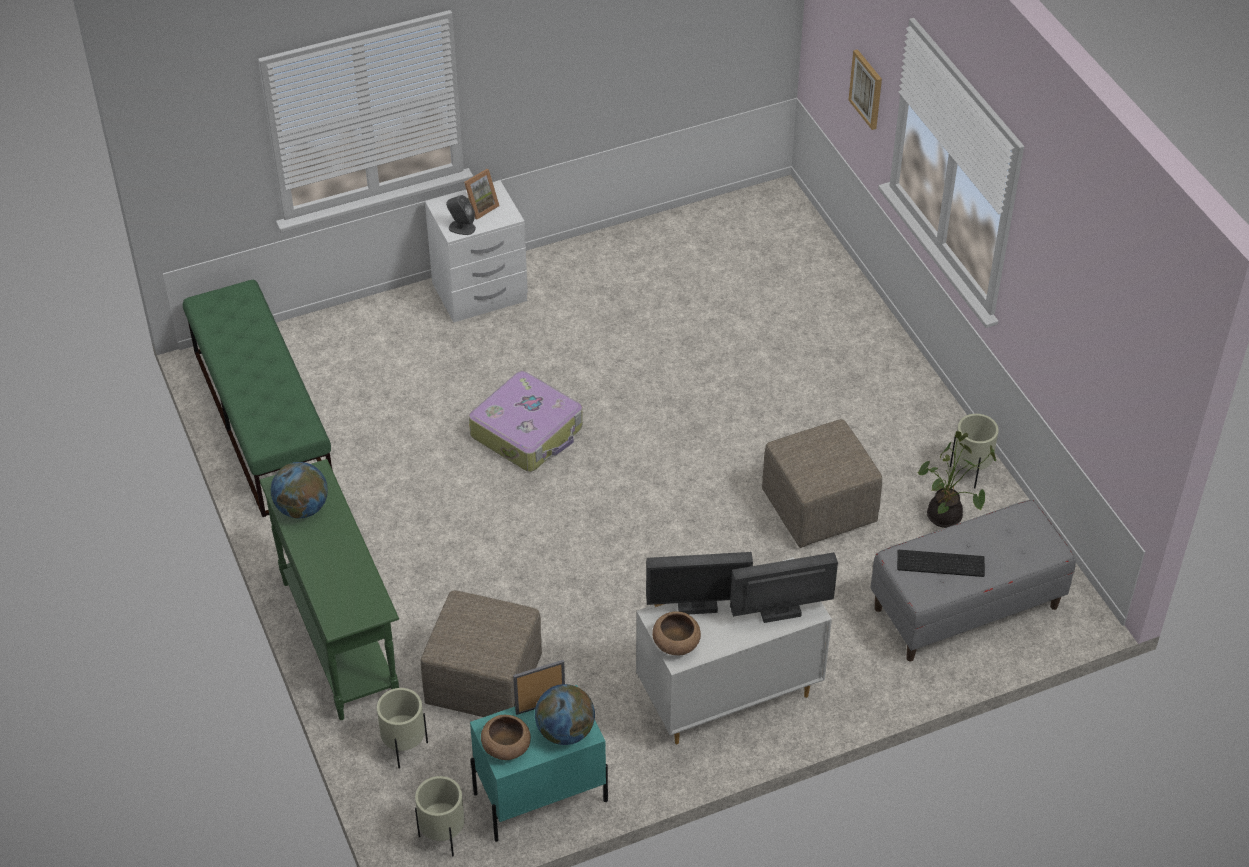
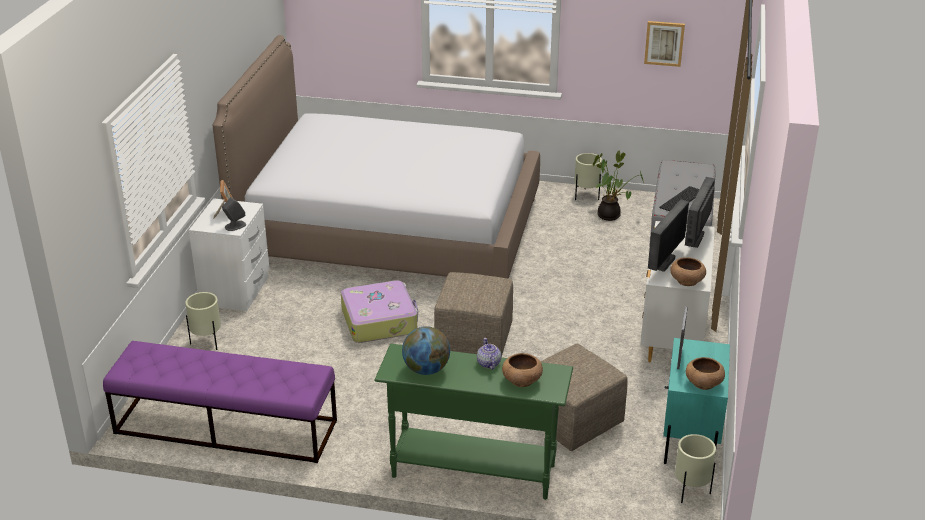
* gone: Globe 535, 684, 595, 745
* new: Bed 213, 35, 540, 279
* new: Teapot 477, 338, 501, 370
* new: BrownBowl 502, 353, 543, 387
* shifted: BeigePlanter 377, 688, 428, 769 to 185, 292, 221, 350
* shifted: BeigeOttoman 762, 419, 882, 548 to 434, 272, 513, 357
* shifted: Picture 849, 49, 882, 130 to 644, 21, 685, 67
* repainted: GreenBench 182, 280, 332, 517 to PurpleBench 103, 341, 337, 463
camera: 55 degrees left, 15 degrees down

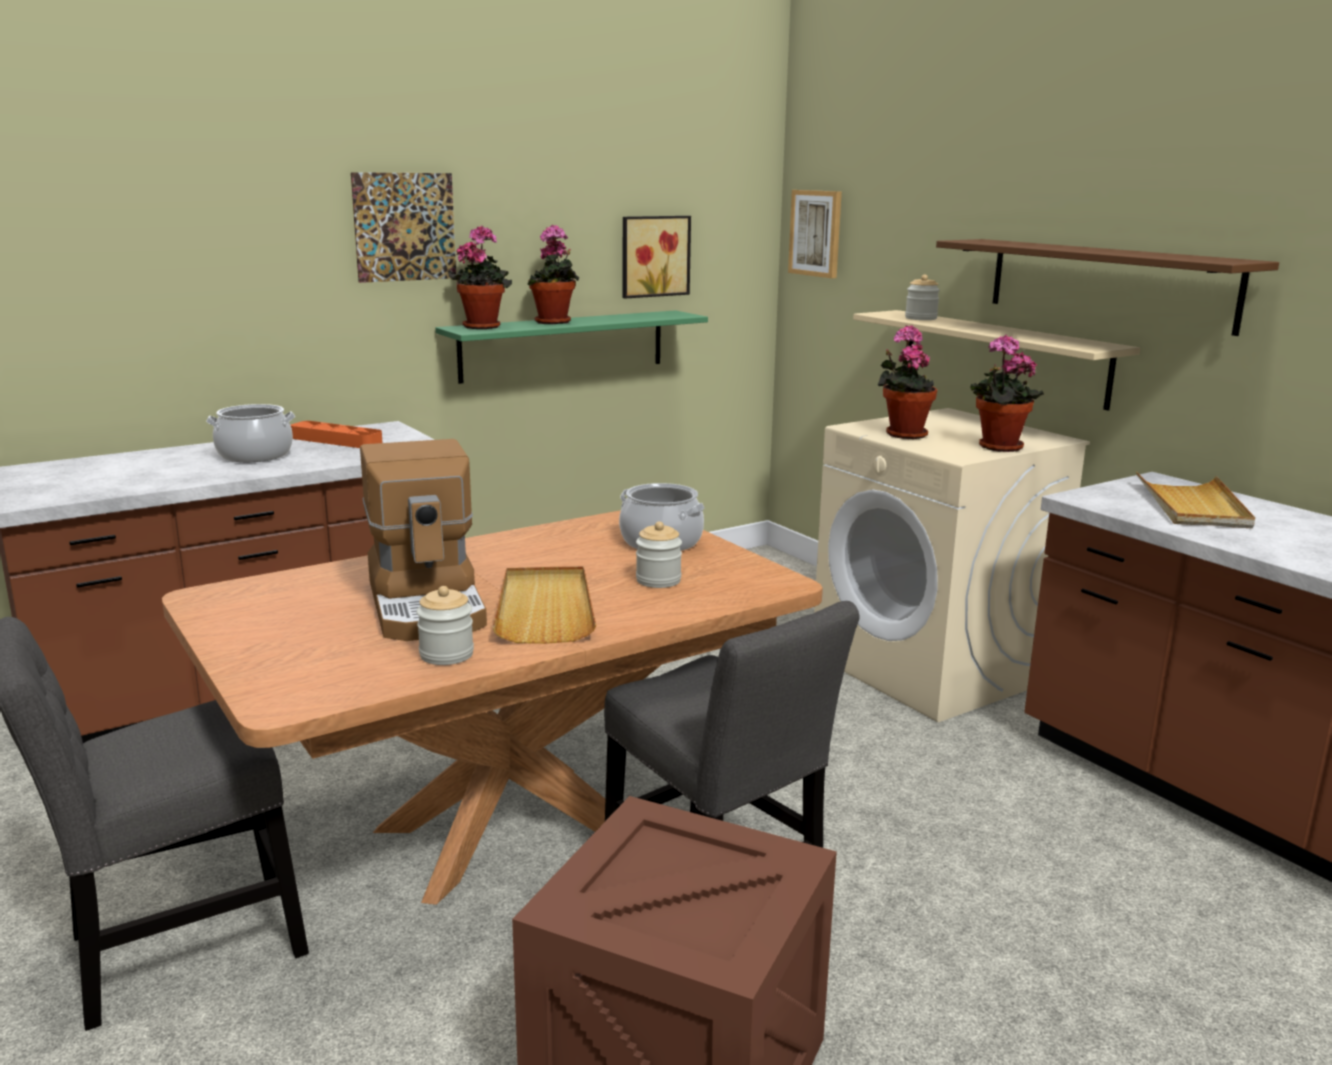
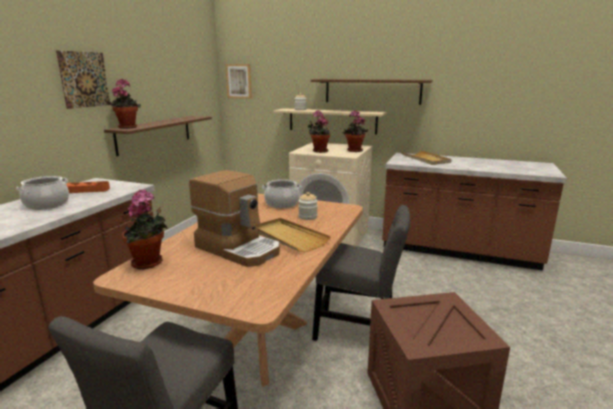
* gone: Jar 416, 586, 474, 665
* gone: Picture 623, 216, 691, 298
* shifted: PottedPlant 527, 225, 579, 324 to 122, 189, 168, 269
* repainted: GreenShelf 435, 310, 708, 384 to BrownShelf 104, 116, 212, 156
camera: 35 degrees left, 0 degrees up

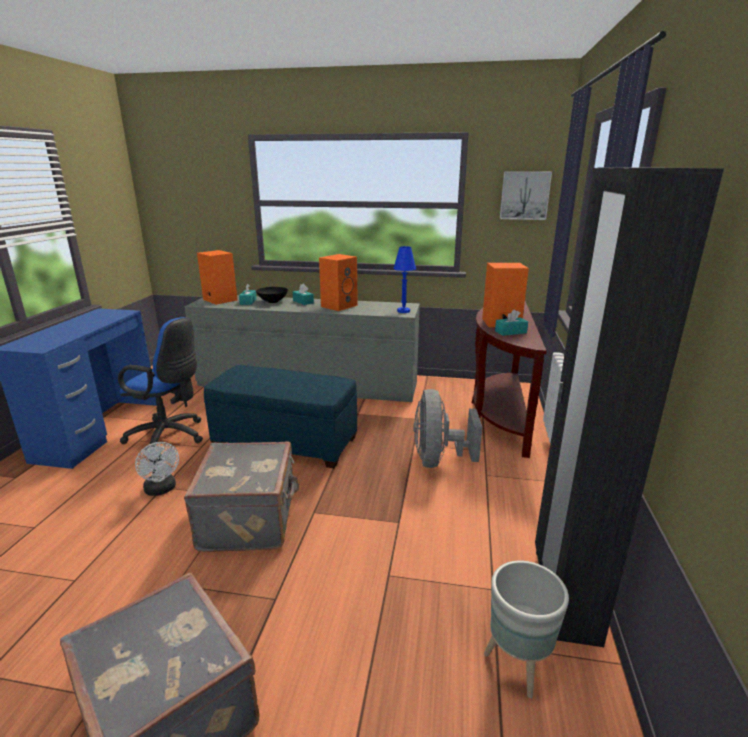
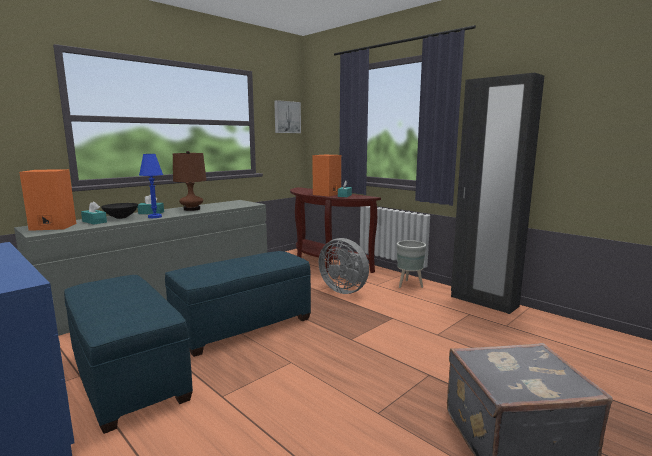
* gone: WhiteFan 135, 442, 179, 496
* gone: GreySuitcase 184, 442, 299, 552
* shifted: BlueTableLamp 393, 246, 416, 313 to 139, 154, 163, 218
* shifted: GreyPlanter 484, 561, 569, 698 to 397, 240, 426, 288
* swapped: BlueOfficeChair 118, 317, 203, 444 to BlueOttoman 64, 275, 193, 434
* swapped: OrangeSpeaker 319, 254, 358, 311 to BrownTableLamp 173, 151, 206, 211
camera: 55 degrees left, 10 degrees down

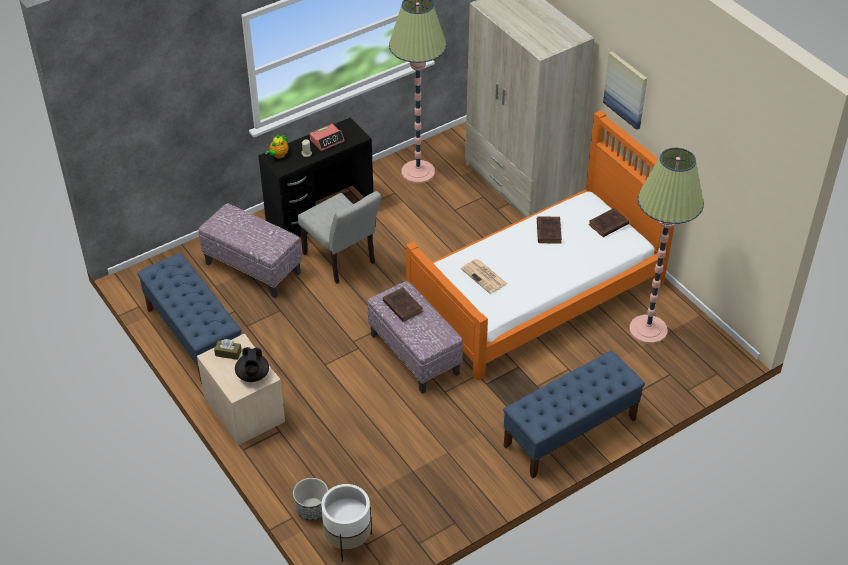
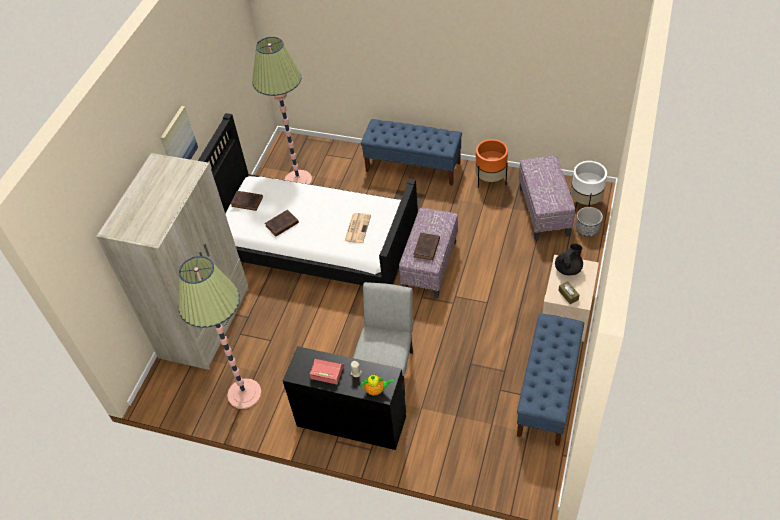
* new: OrangePlanter 475, 139, 508, 188
* shifted: Ottoman 198, 203, 302, 298 to 519, 156, 575, 241
* repainted: OrangeBed 406, 110, 674, 381 to BlackBed 198, 113, 418, 285
camera: 125 degrees left, 5 degrees up

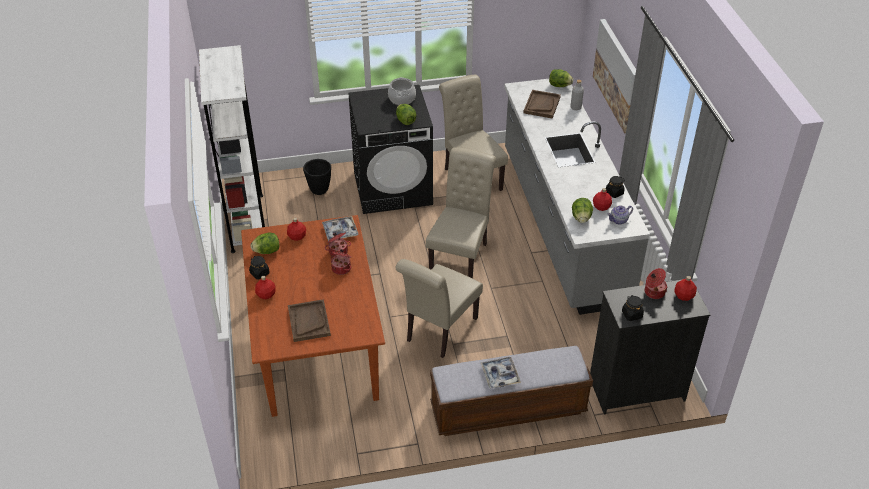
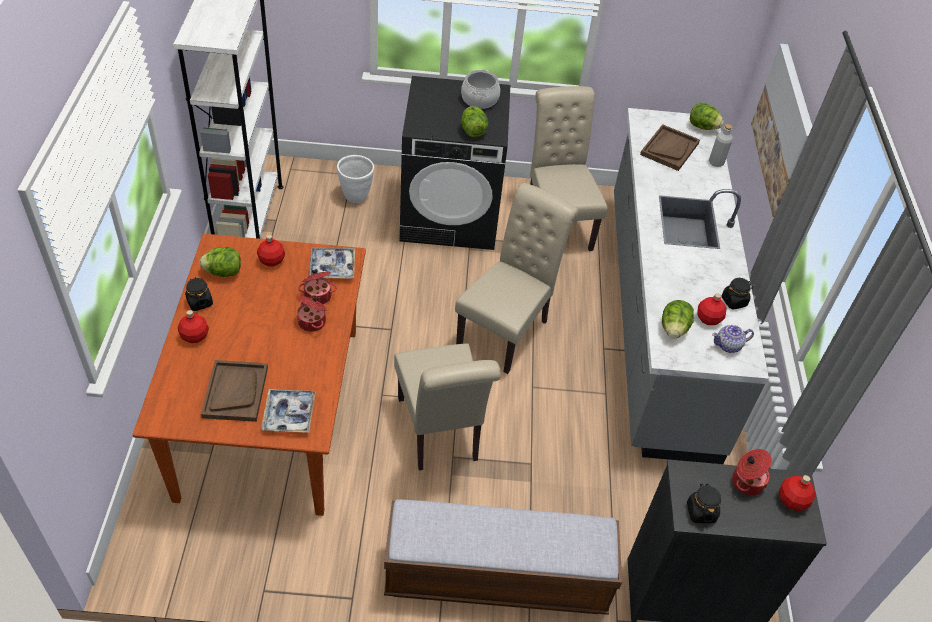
* shifted: Tray 481, 357, 521, 389 to 261, 389, 316, 433
* repainted: BlackPlanter 303, 159, 331, 195 to WhitePlanter 337, 155, 374, 203
* rotated: BeigeChair 396, 259, 483, 358 = 394, 343, 501, 470 60 degrees counterclockwise
camera: 10 degrees right, 5 degrees up

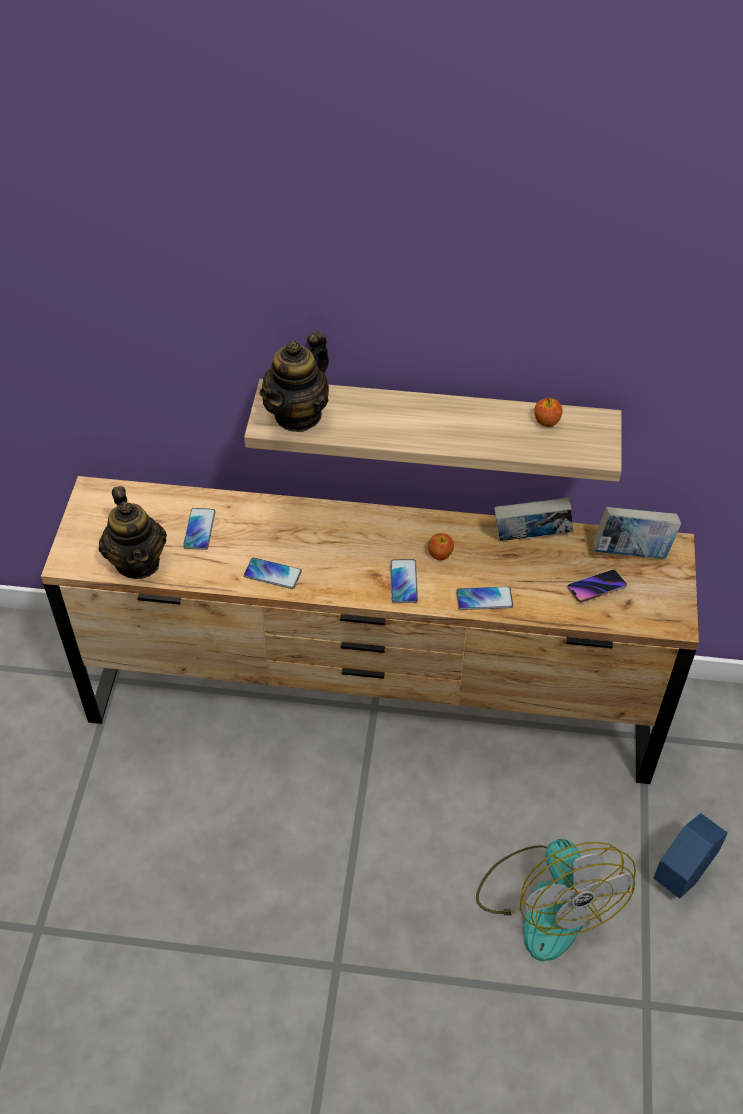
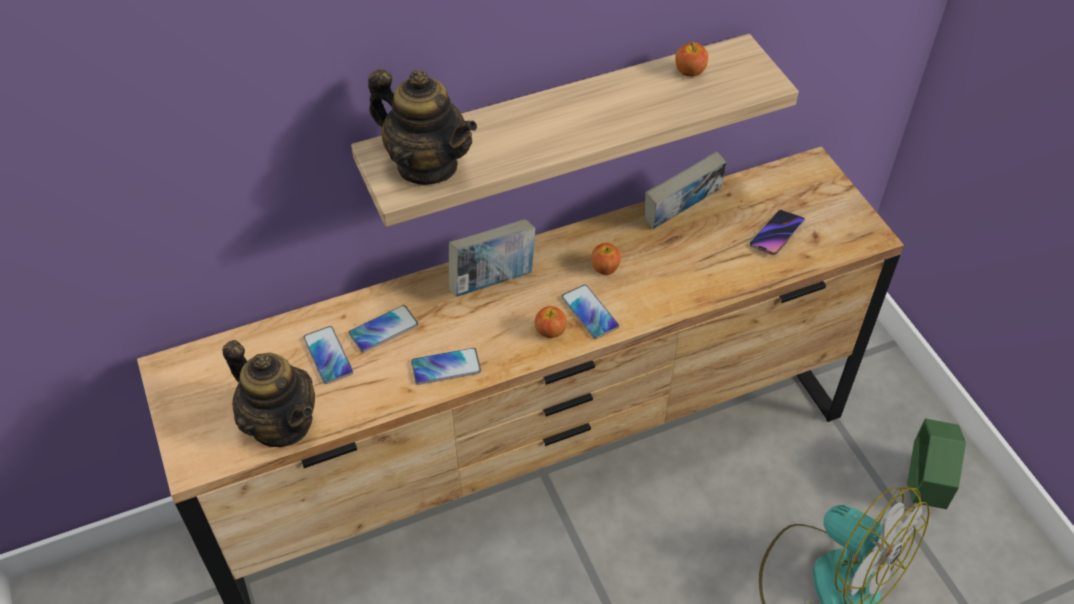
* new: Apple 534, 306, 567, 338
* shifted: Phone 456, 586, 513, 610 to 349, 305, 418, 353
* shifted: Book 593, 507, 681, 559 to 449, 219, 536, 297
* repainted: BluePlanter 653, 813, 728, 898 to GreenPlanter 907, 419, 966, 509
* rotated: Teapot 259, 331, 329, 432 = 368, 69, 477, 185 60 degrees counterclockwise
camera: 30 degrees left, 0 degrees up

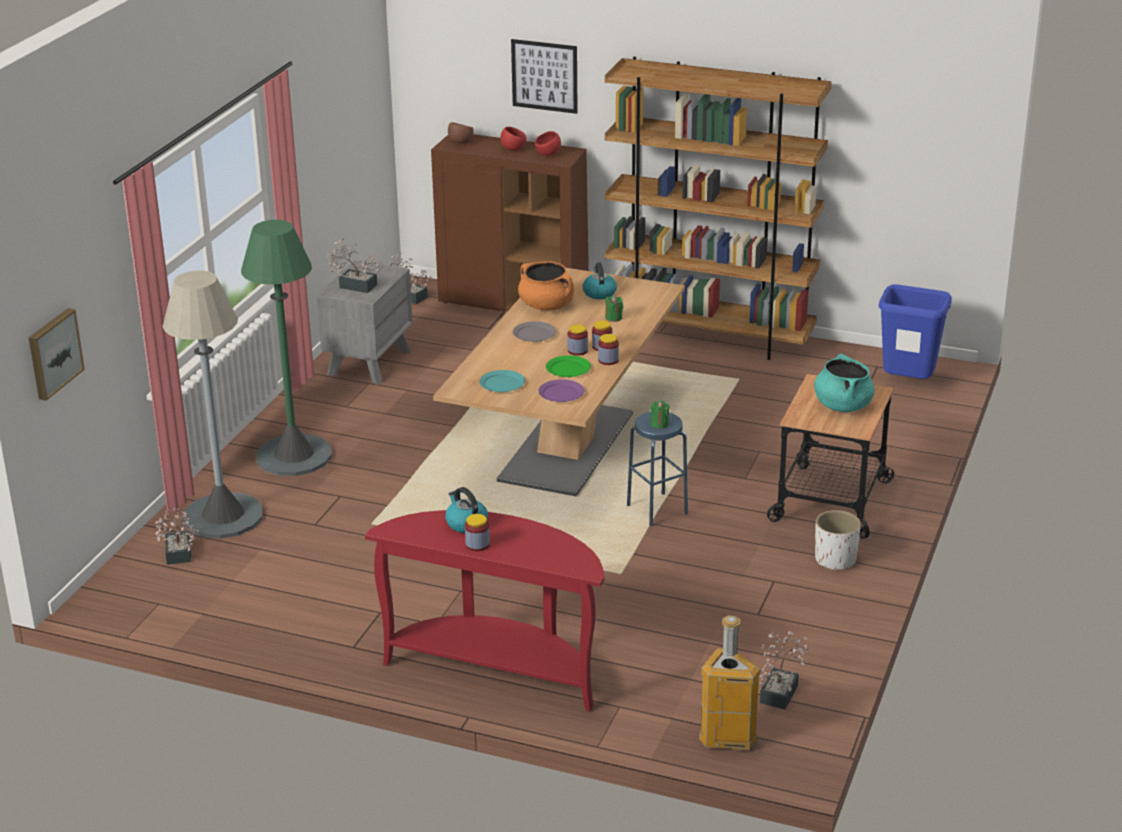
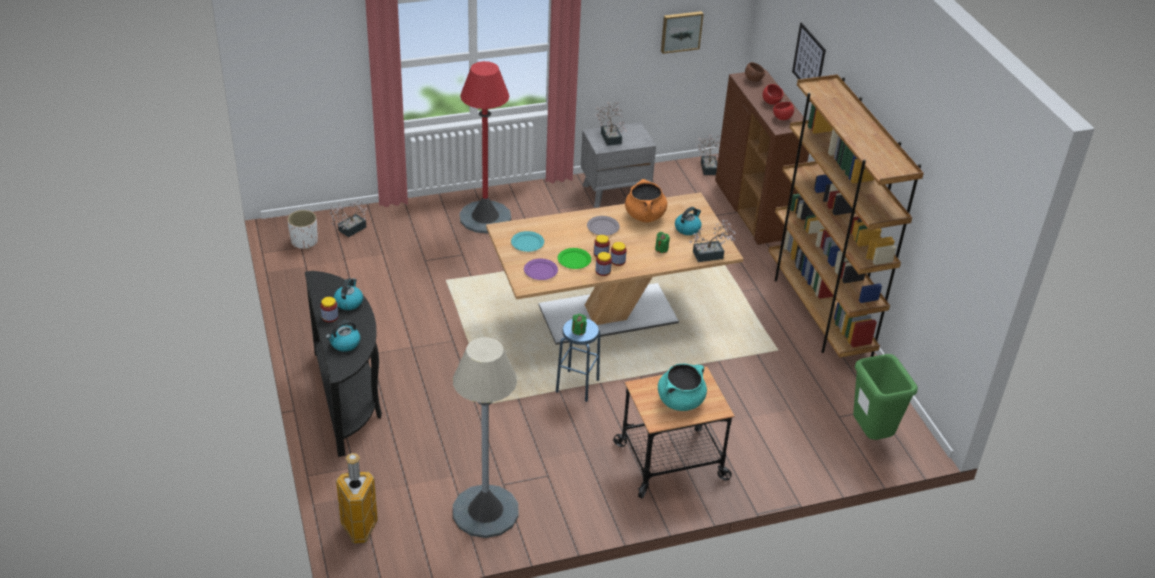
* new: Kettle 326, 320, 360, 352
* shifted: Picture 29, 308, 85, 401 to 661, 11, 704, 54
* shifted: GreyFloorLamp 163, 270, 263, 539 to 453, 337, 519, 538
* shifted: PottedPlant 759, 631, 809, 709 to 689, 220, 736, 262
* shifted: WhitePlanter 815, 510, 861, 571 to 287, 210, 318, 250
* repainted: GreenFloorLamp 241, 220, 332, 476 to RedFloorLamp 459, 61, 511, 233
* repainted: RedConsoleTable 365, 510, 604, 712 to BlackConsoleTable 305, 271, 382, 457
* repainted: BlueTrashCan 879, 284, 952, 379 to GreenTrashCan 853, 354, 918, 440
camera: 50 degrees right, 10 degrees up

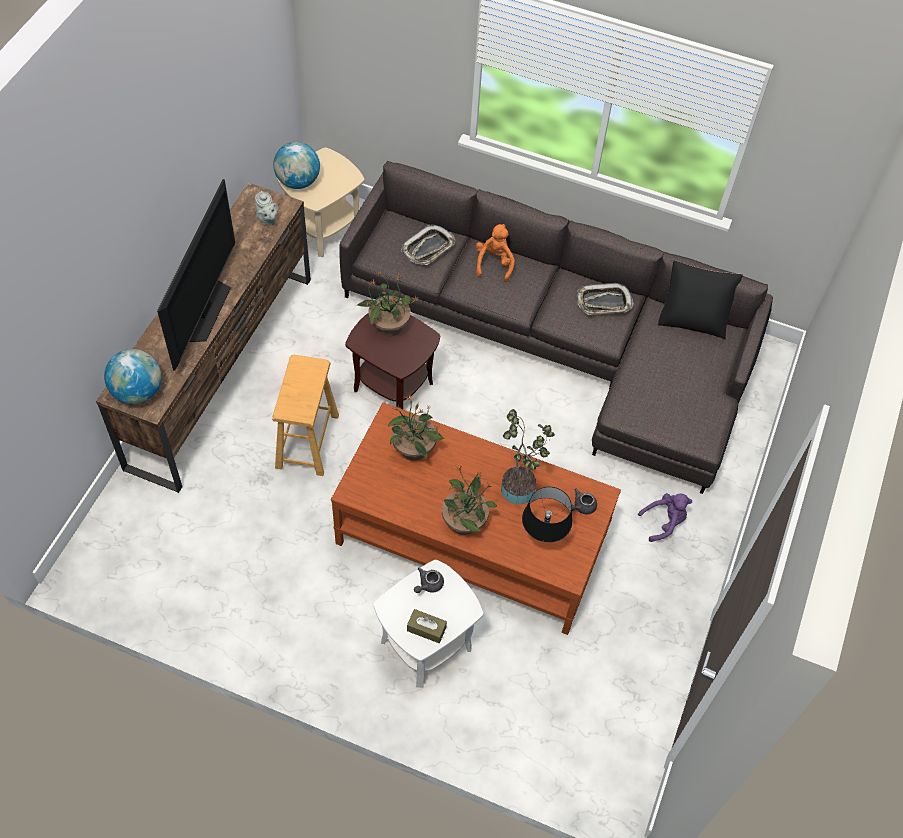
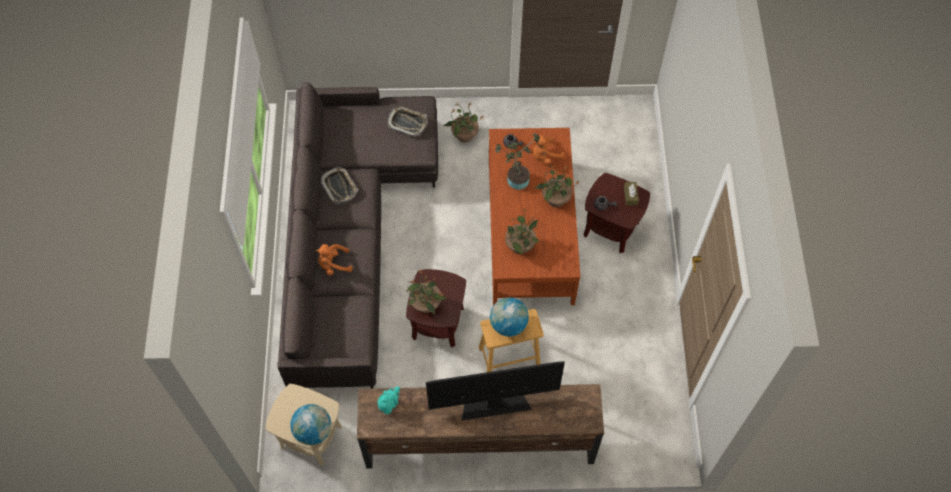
* gone: BlackPillow 658, 261, 743, 339
* shifted: Globe 104, 349, 161, 404 to 490, 297, 529, 336
* shifted: Tray 401, 225, 455, 265 to 388, 106, 428, 137
* swapped: BlackTableLamp 522, 487, 573, 542 to OrangePlushToy 533, 135, 565, 165
* swapped: PurplePlushToy 638, 493, 692, 542 to PottedPlant 444, 103, 482, 143
* repainted: GreyTeapot 255, 191, 278, 226 to TurquoiseTeapot 377, 386, 400, 414
* repainted: WhiteSideTable 374, 560, 483, 688 to BrownSideTable 584, 173, 650, 253
camera: 110 degrees left, 5 degrees up

